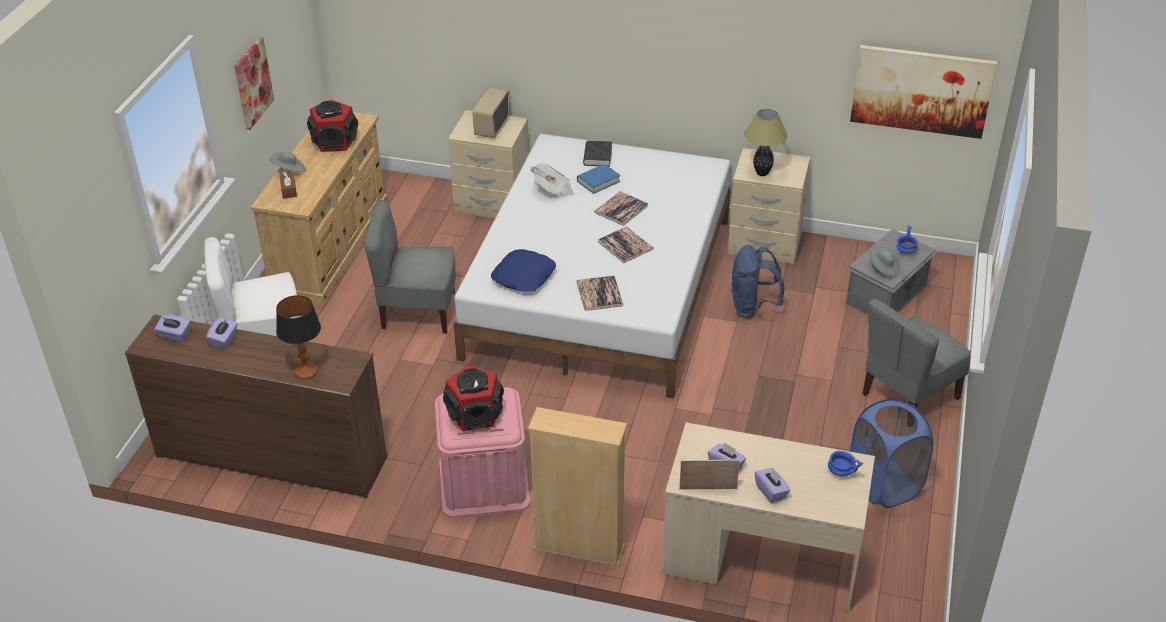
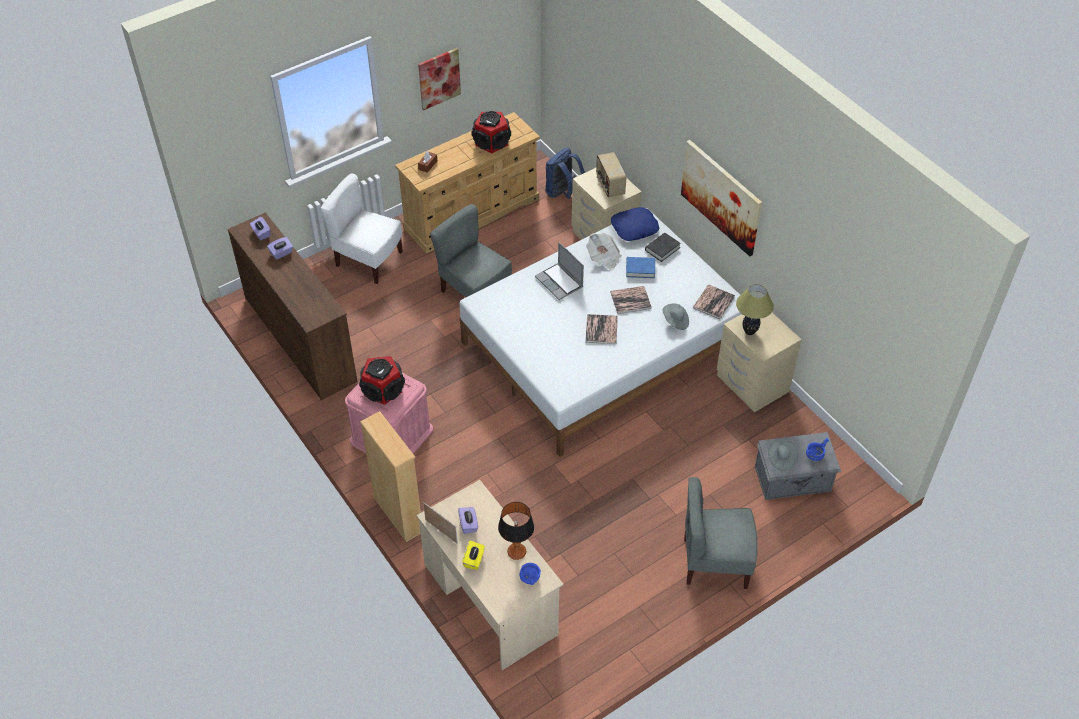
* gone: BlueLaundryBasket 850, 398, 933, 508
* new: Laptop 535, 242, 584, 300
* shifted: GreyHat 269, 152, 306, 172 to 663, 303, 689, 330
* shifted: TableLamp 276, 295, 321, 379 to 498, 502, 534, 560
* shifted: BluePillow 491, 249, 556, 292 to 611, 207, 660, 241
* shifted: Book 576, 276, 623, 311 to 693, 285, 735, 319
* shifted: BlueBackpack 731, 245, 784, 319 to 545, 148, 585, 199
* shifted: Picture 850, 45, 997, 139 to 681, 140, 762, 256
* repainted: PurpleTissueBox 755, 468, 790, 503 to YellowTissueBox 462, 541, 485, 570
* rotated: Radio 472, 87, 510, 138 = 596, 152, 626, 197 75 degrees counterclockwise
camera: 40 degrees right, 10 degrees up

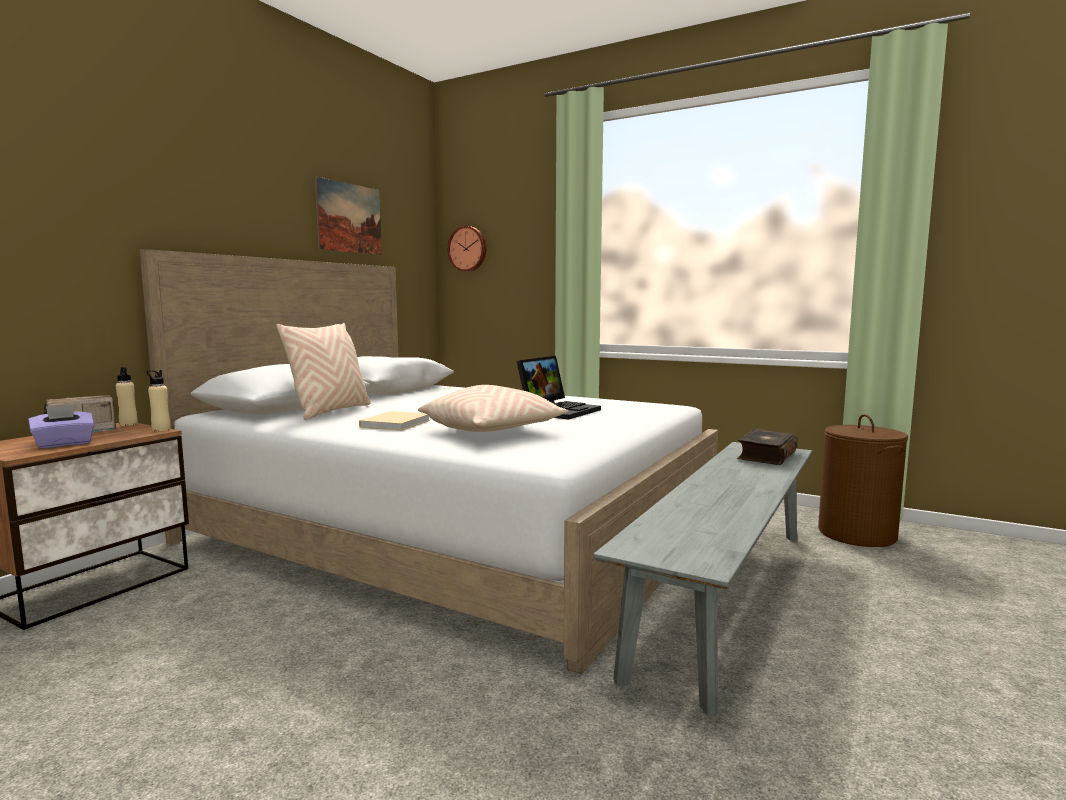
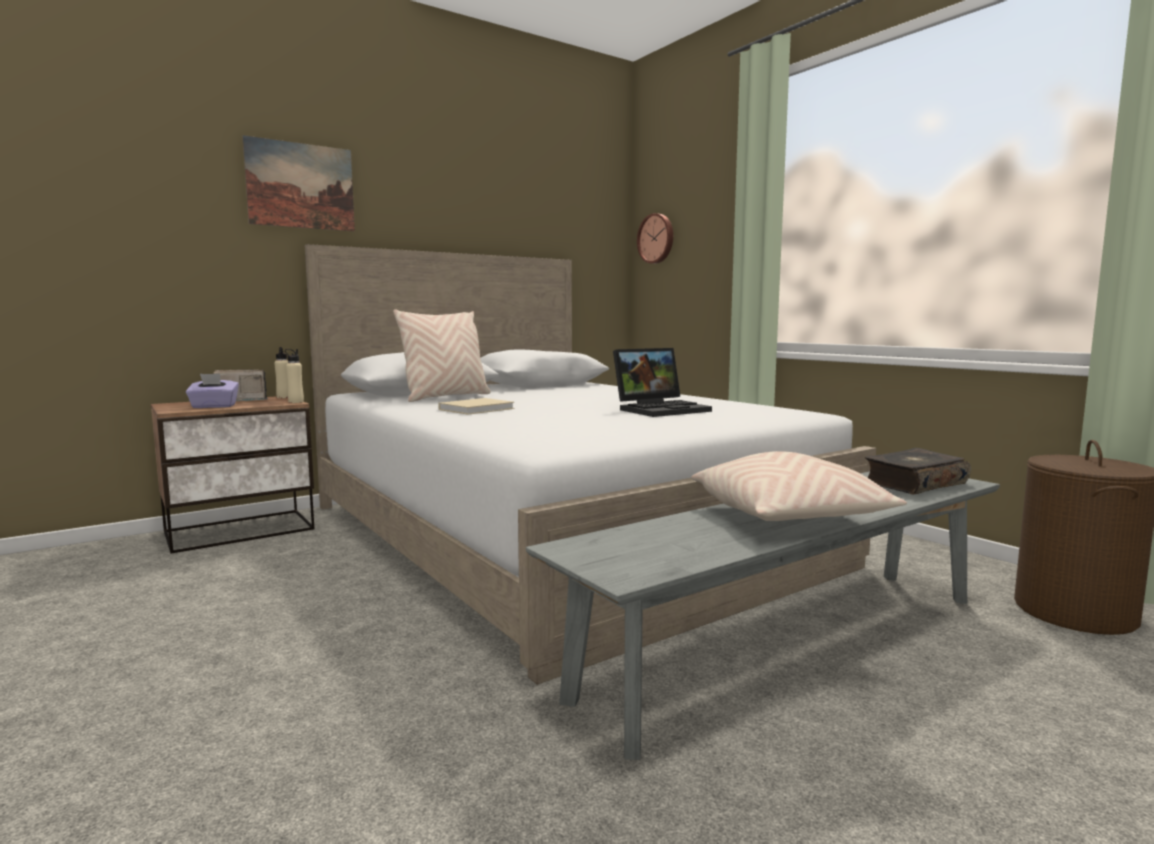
* shifted: Picture 315, 177, 382, 255 to 243, 135, 355, 231
* shifted: BeigePillow 418, 385, 568, 432 to 691, 451, 907, 521
camera: 25 degrees right, 0 degrees up

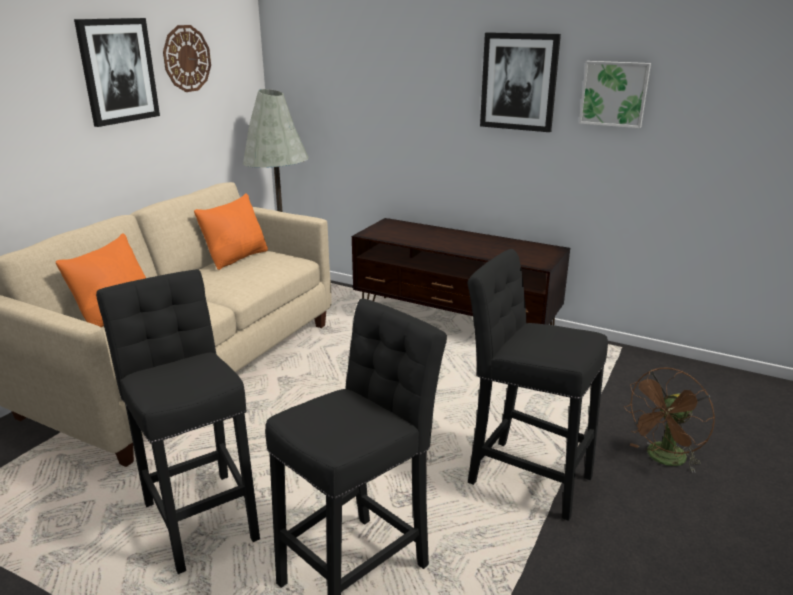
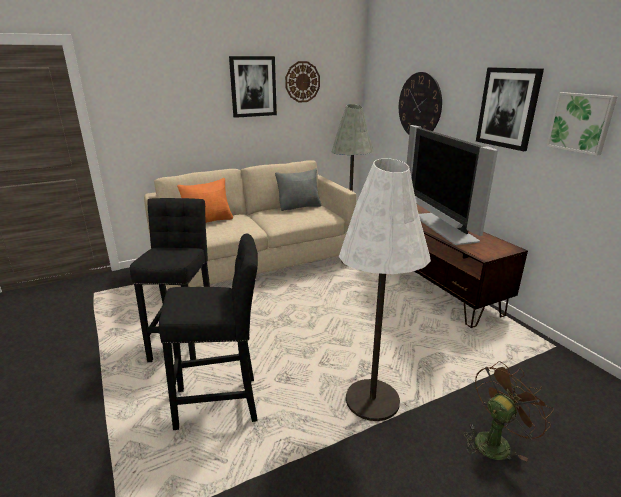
* new: WallClock 399, 72, 442, 134
* new: Television 407, 125, 498, 245
* swapped: BlackStool 468, 249, 608, 521 to WhiteFloorLamp 339, 158, 431, 421
* repainted: OrangePillow 194, 194, 268, 270 to GreyPillow 275, 168, 321, 211
* rotated: BrownFan 624, 368, 715, 473 = 463, 361, 554, 461 150 degrees clockwise
camera: 35 degrees right, 0 degrees up

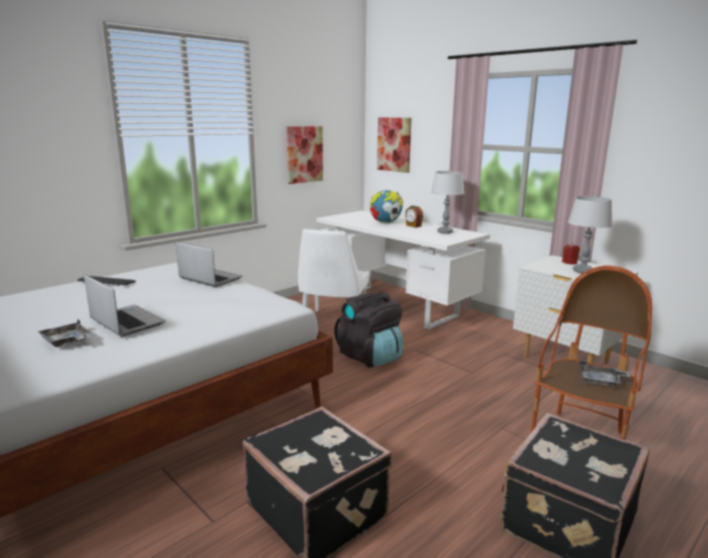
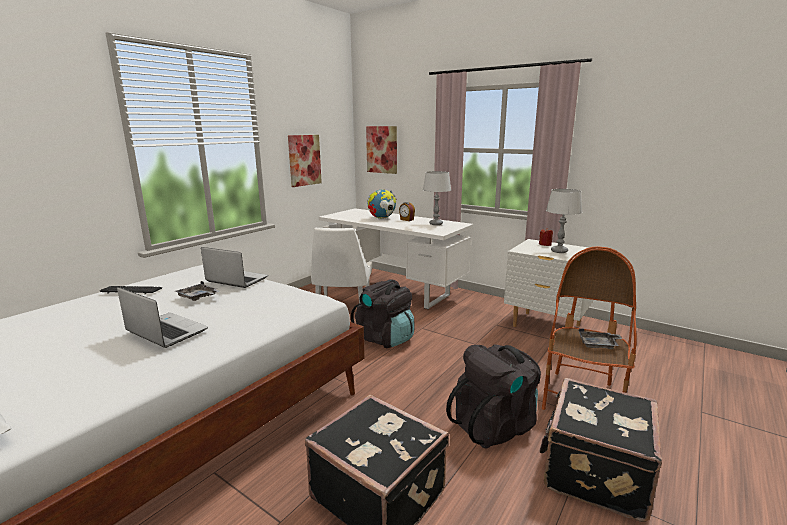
* new: BlackBackpack 446, 345, 541, 449
* shifted: GreyTray 38, 319, 91, 347 to 175, 281, 220, 301
camera: 10 degrees left, 0 degrees up

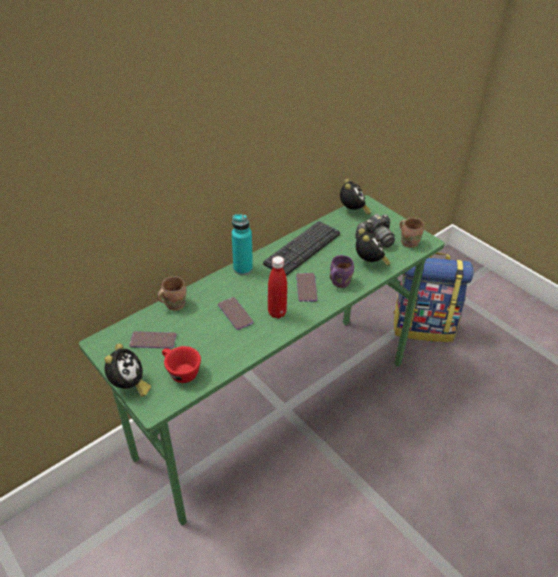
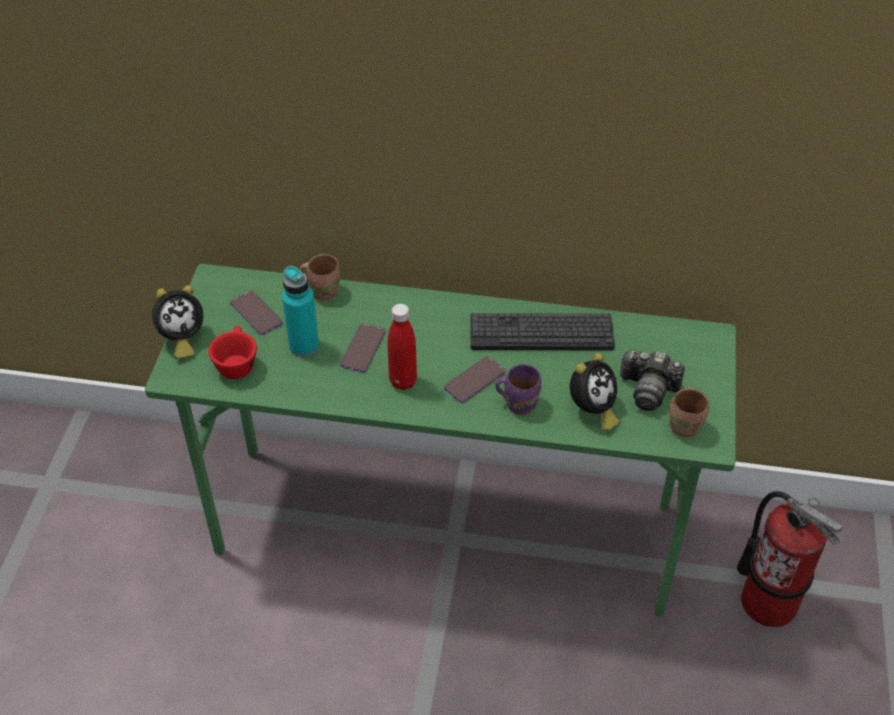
* gone: AlarmClock 340, 179, 371, 215
* shifted: TurquoiseBottle 232, 214, 253, 275 to 282, 266, 319, 357
* swapped: Backpack 393, 253, 474, 342 to FireExtinguisher 737, 491, 843, 627
camera: 50 degrees right, 5 degrees up

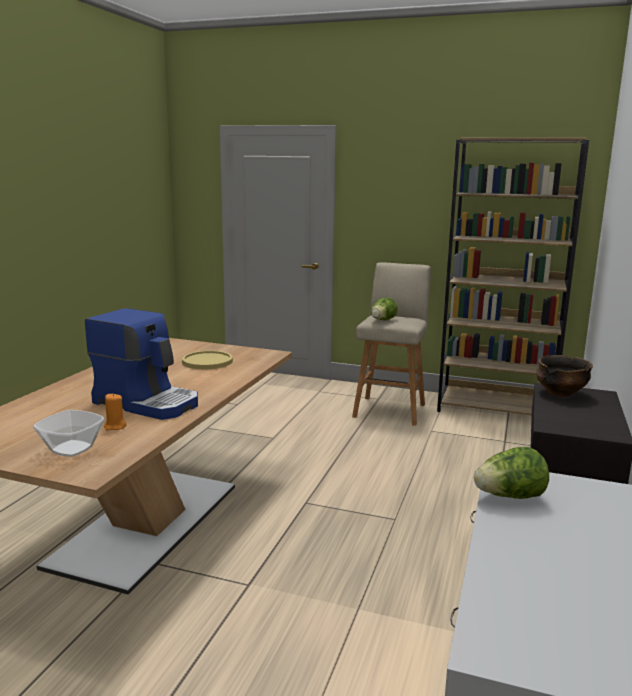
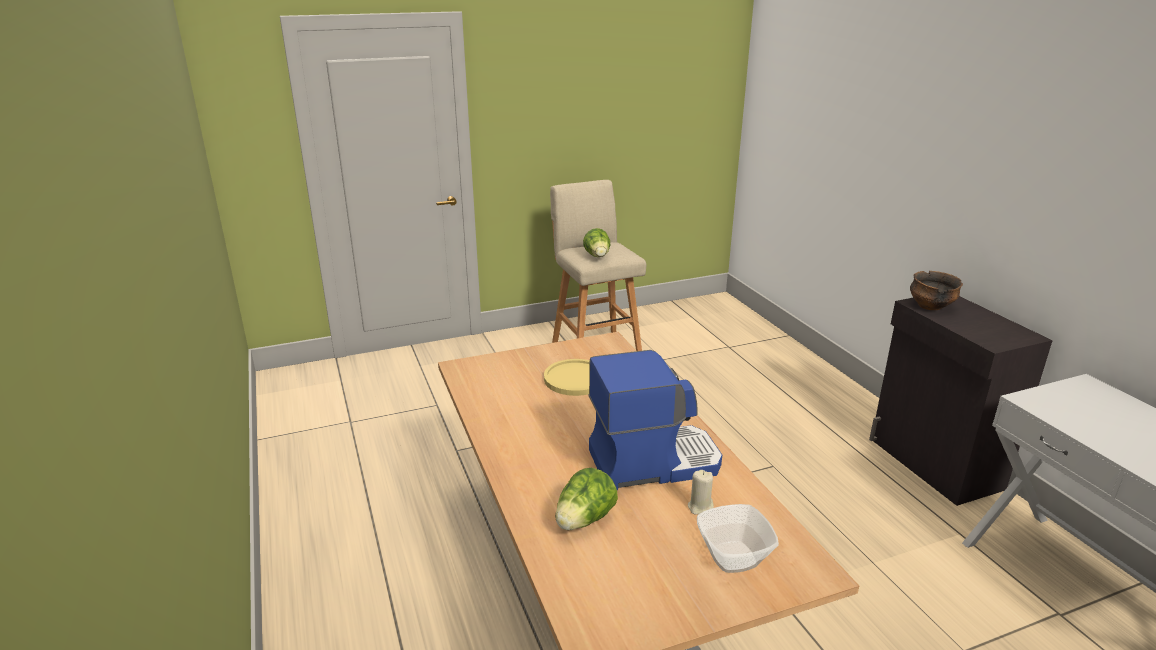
* gone: BrownBookcase 437, 138, 589, 415
* shifted: Lettuce 474, 447, 549, 499 to 555, 468, 618, 530
* repainted: OrangeCandle 104, 394, 127, 431 to BeigeCandle 688, 470, 714, 515
camera: 40 degrees left, 10 degrees up

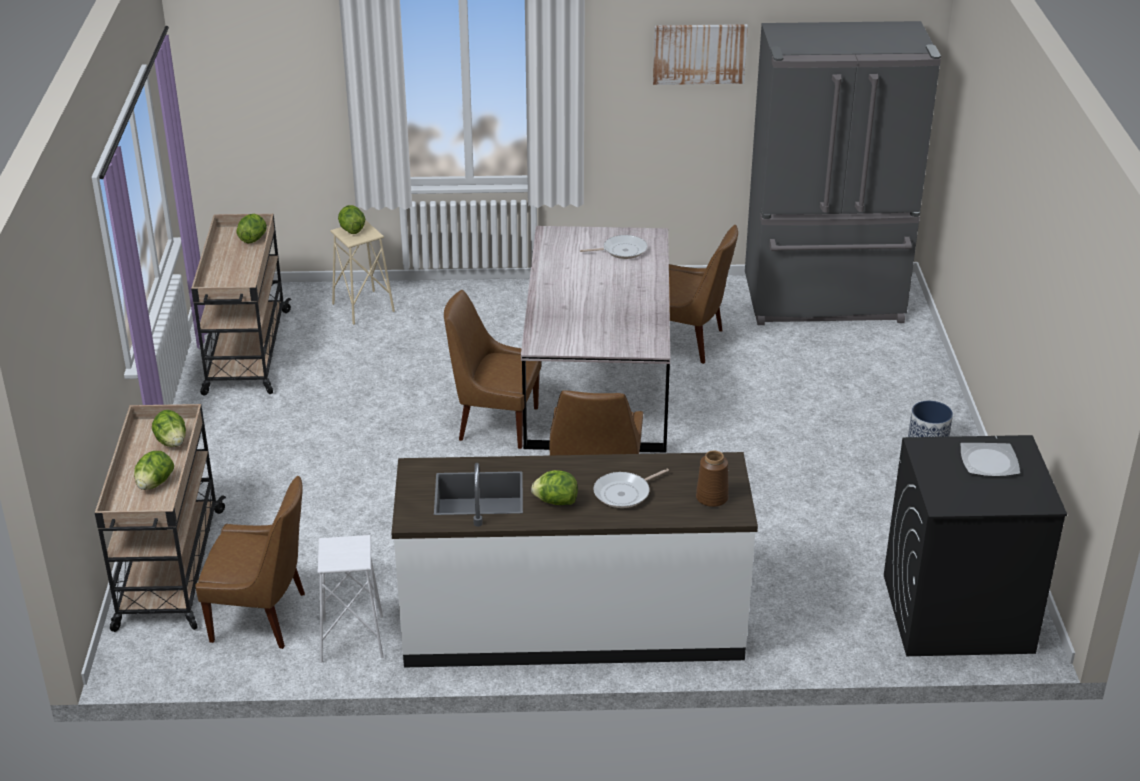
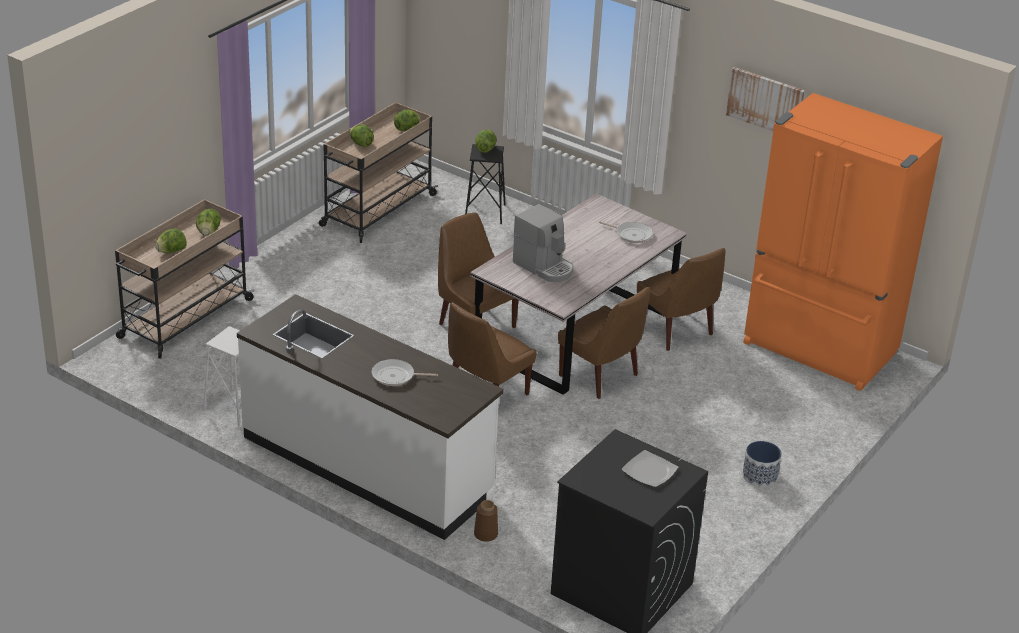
* new: CoffeeMachine 513, 204, 573, 282
* shifted: BrownChair 195, 476, 305, 649 to 558, 287, 650, 399
* shifted: Lettuce 531, 470, 578, 505 to 350, 124, 374, 147
* shifted: BrownVase 696, 451, 728, 507 to 474, 500, 498, 542
* repainted: BeigeStool 331, 220, 395, 325 to BlackStool 465, 144, 506, 224
* repainted: GreyFridge 745, 21, 941, 325 to OrangeFridge 743, 93, 943, 391
camera: 35 degrees right, 0 degrees up

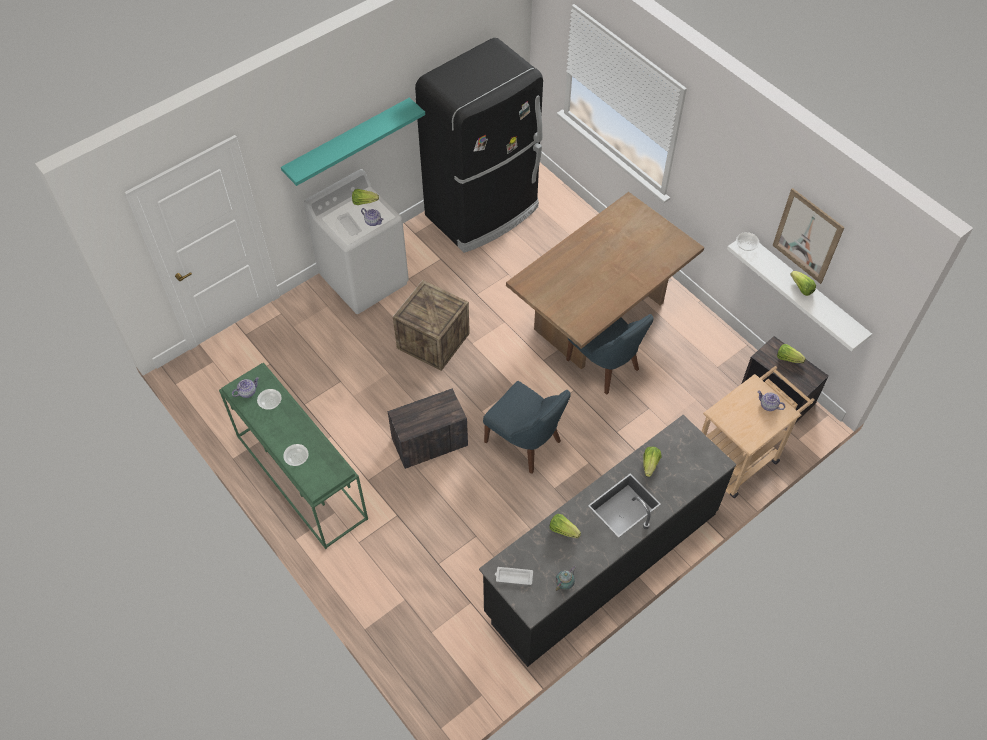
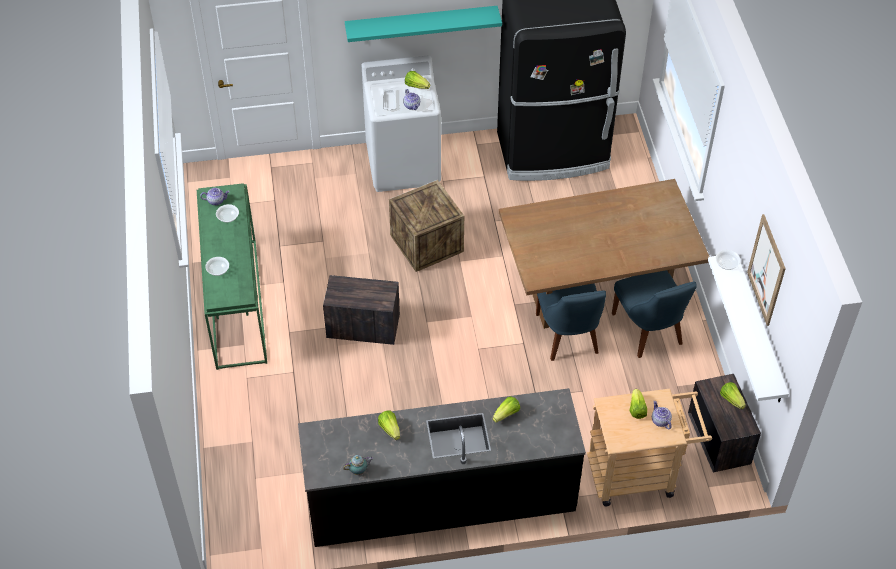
* gone: WhiteTray 495, 567, 533, 585
* shifted: BlueChair 483, 381, 571, 474 to 612, 270, 697, 358
* shifted: Lettuce 790, 271, 816, 296 to 629, 389, 647, 419
camera: 30 degrees right, 5 degrees down

